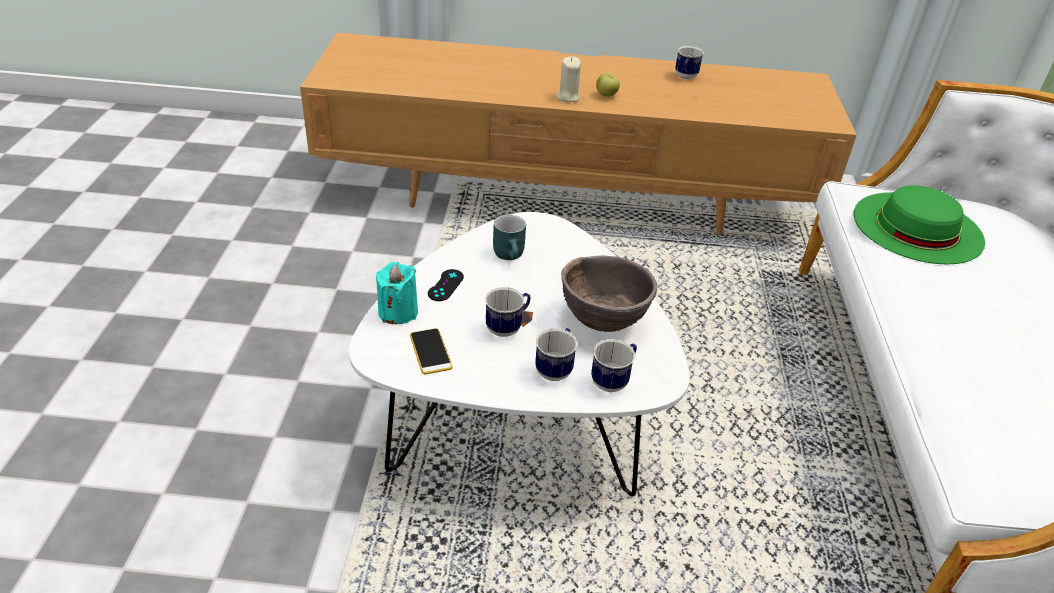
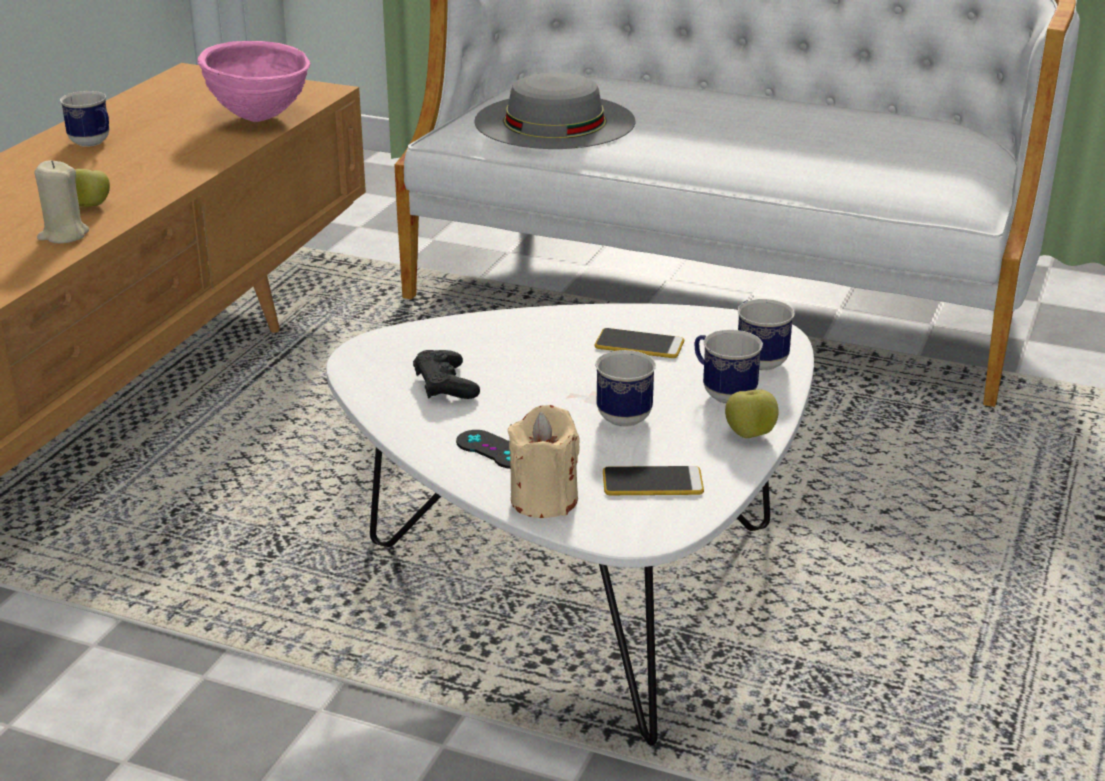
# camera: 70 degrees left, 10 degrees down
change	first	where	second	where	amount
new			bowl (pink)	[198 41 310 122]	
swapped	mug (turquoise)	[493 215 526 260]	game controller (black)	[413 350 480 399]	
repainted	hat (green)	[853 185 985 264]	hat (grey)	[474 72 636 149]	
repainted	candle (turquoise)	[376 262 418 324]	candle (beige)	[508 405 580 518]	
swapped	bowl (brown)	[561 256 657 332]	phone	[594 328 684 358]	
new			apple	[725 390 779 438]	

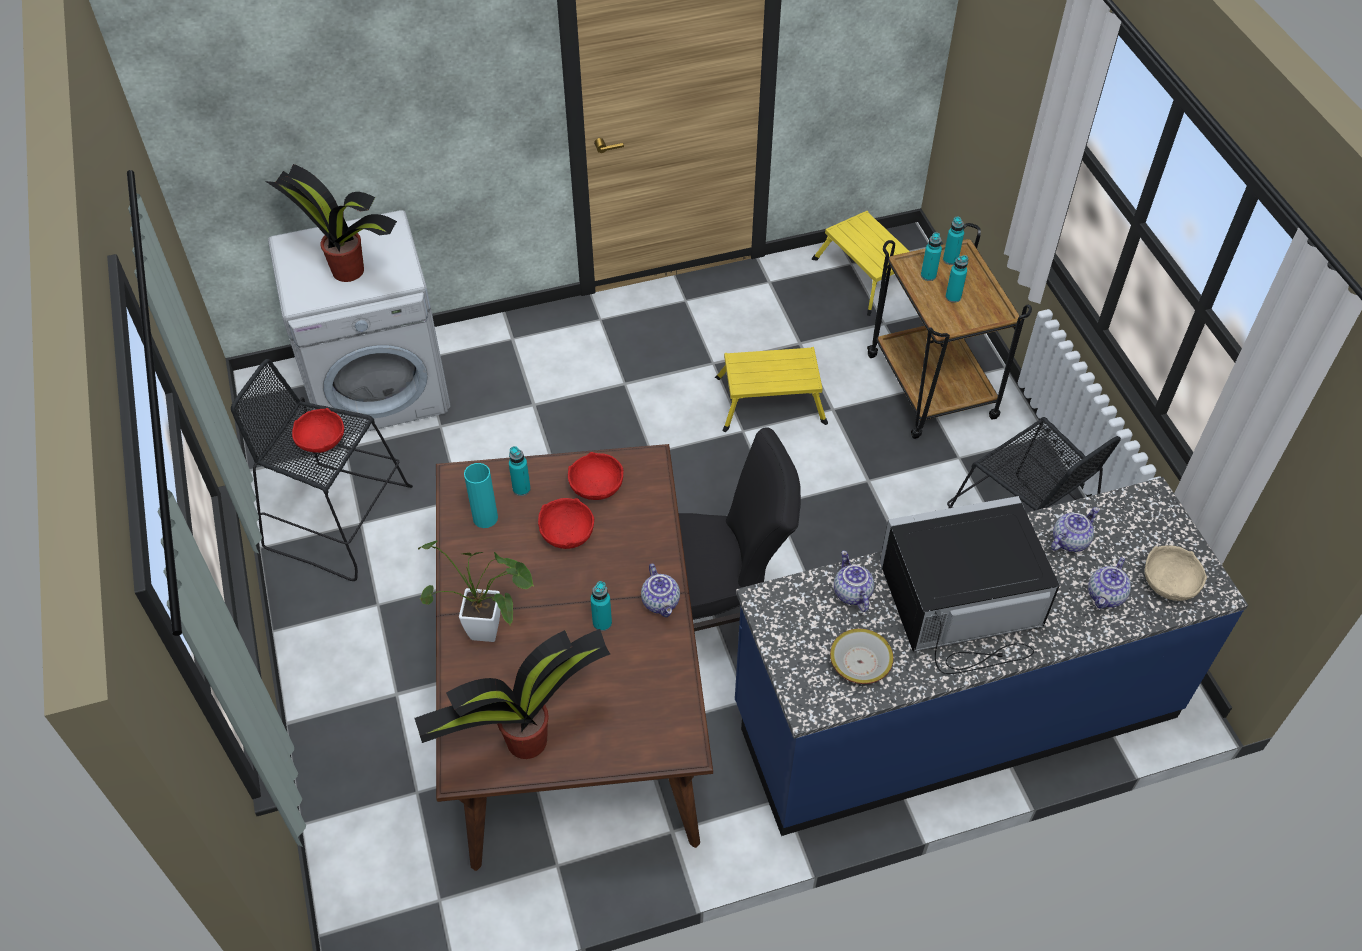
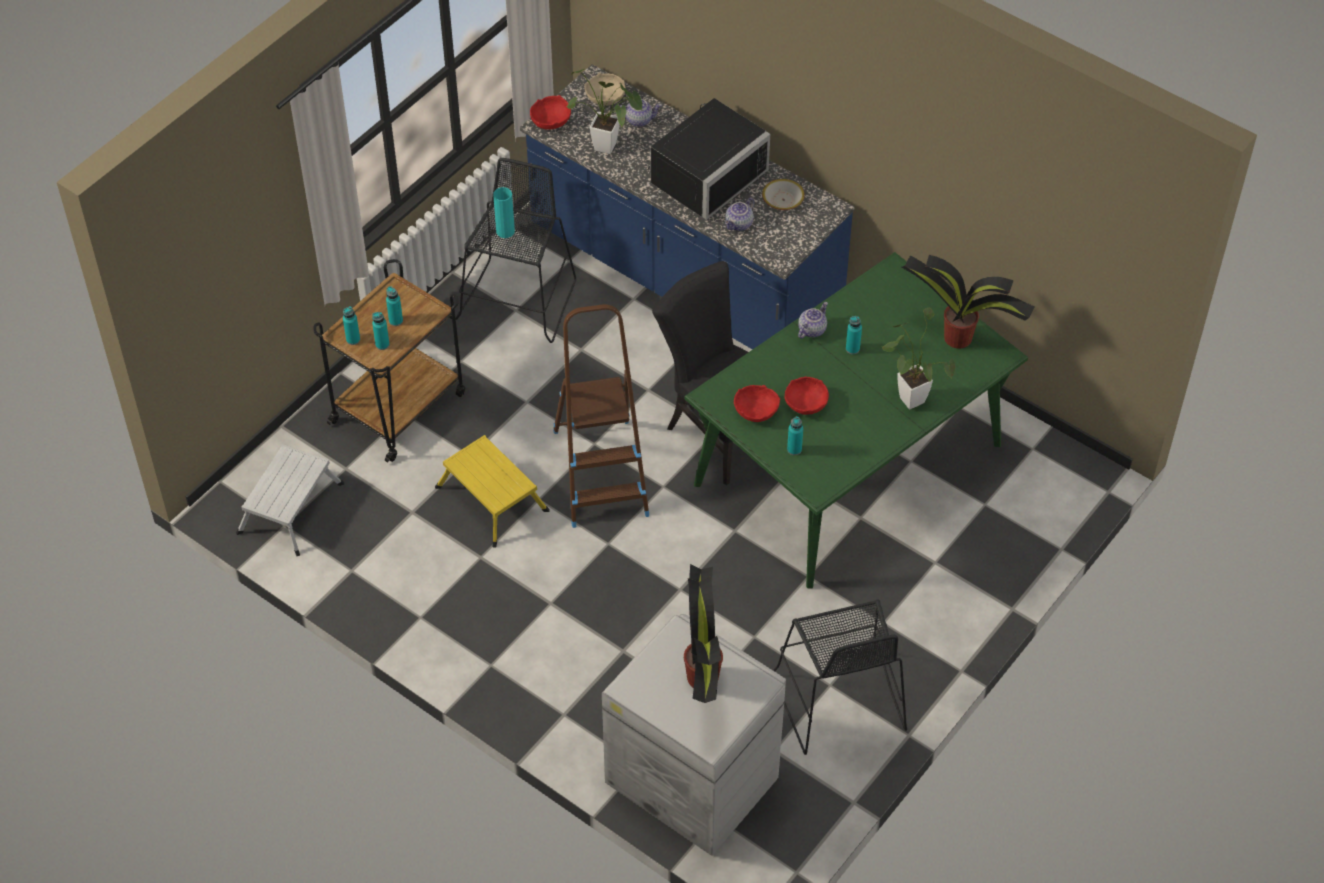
# camera: 125 degrees left, 0 degrees up
change	first	where	second	where	amount
repainted	step ladder (yellow)	[812 211 910 316]	step ladder (white)	[236 444 344 556]	
shifted	vase (turquoise)	[464 463 498 528]		[493 187 515 238]	
shifted	bowl (red)	[292 408 344 453]		[530 95 571 130]	
new			step ladder (brown)	[553 304 649 528]	
swapped	teapot	[1051 507 1099 552]	potted plant	[567 69 643 154]	
rotated	microwave (black)	[880 496 1060 674]		[648 98 770 220]	90 degrees counterclockwise
repainted	dining table (brown)	[436 444 713 871]	dining table (green)	[685 252 1028 589]	

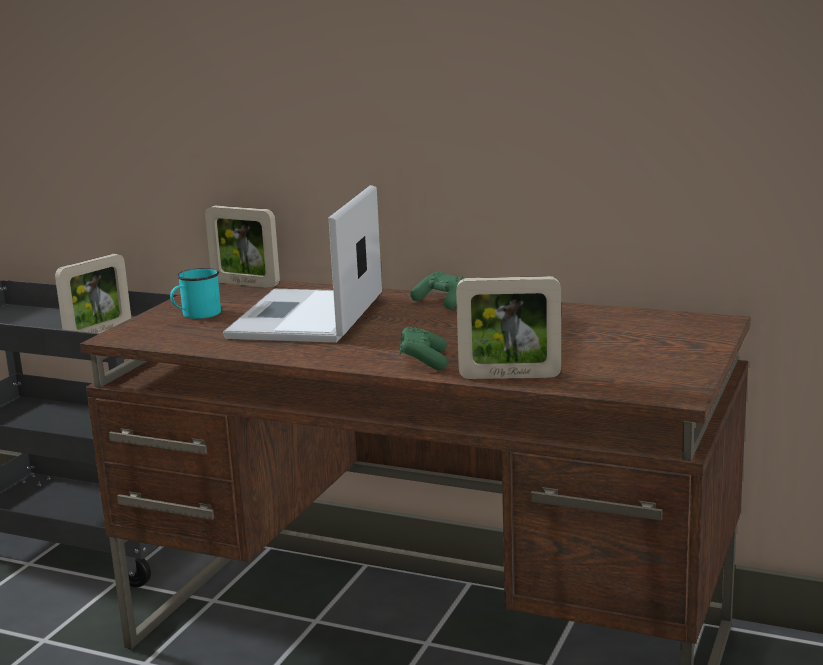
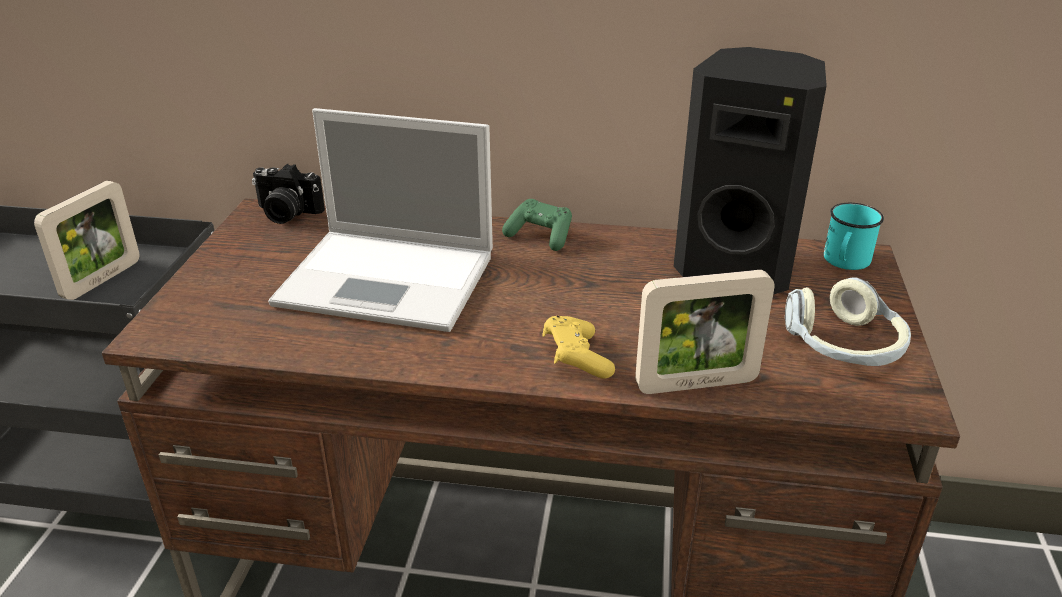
# camera: 15 degrees left, 15 degrees up
change	first	where	second	where	amount
swapped	picture frame	[205 206 280 288]	photo camera	[252 164 325 224]	
rotated	laptop	[223 185 382 343]		[268 108 493 332]	75 degrees counterclockwise
repainted	game controller (green)	[399 327 448 370]	game controller (yellow)	[542 316 615 379]	
new			speaker (black)	[674 47 827 295]	
new			headphones	[785 278 911 366]	
shifted	mug (turquoise)	[170 268 221 319]		[824 203 884 270]	

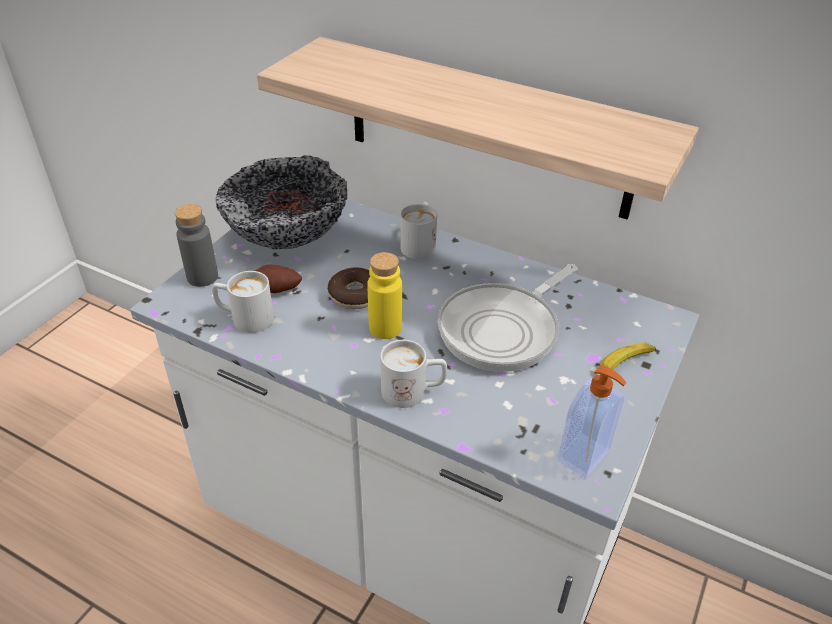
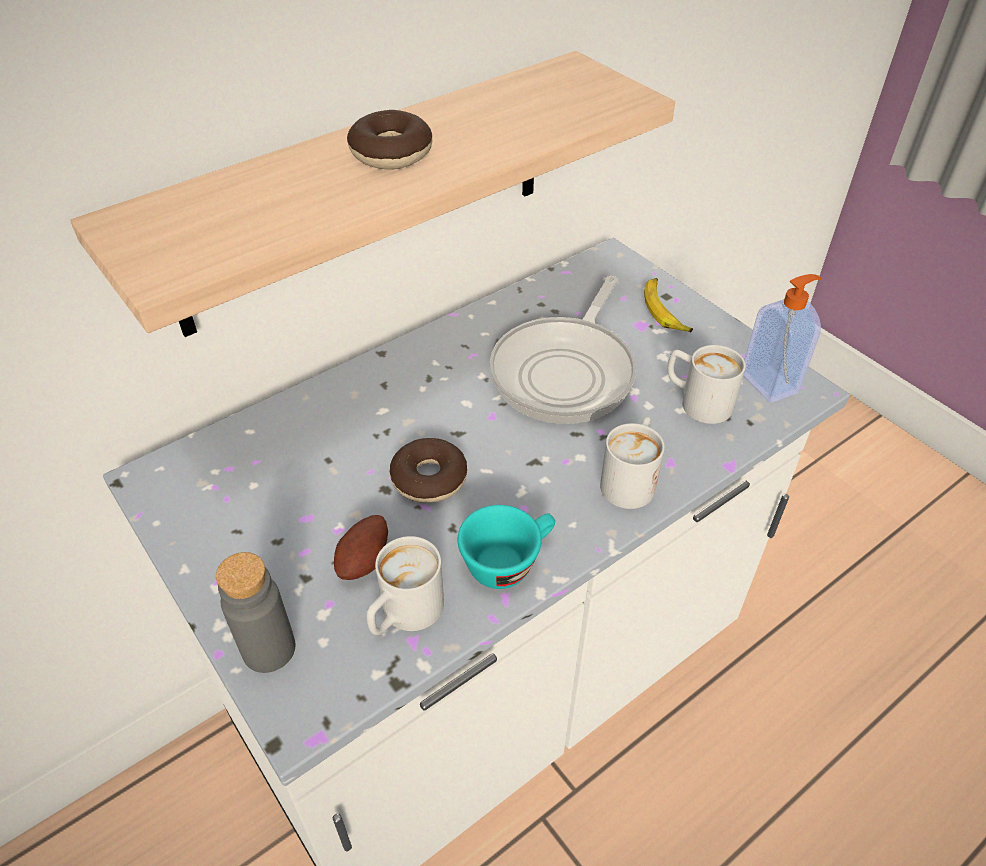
# camera: 65 degrees left, 5 degrees up
change	first	where	second	where	amount
new			donut	[347 110 432 170]	
new			cup (turquoise)	[457 505 555 589]	
rotated	frying pan	[438 264 578 372]		[490 276 636 424]	45 degrees clockwise
shifted	mug (white)	[400 202 437 259]		[668 345 746 424]	
gone	bowl	[216 155 347 249]			
gone	bottle (yellow)	[368 252 402 339]			

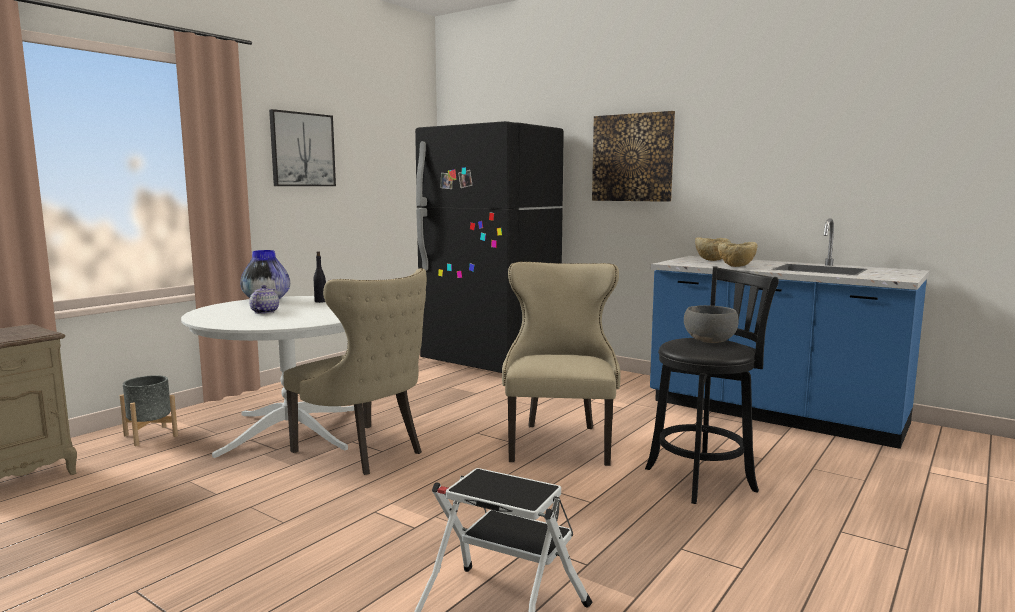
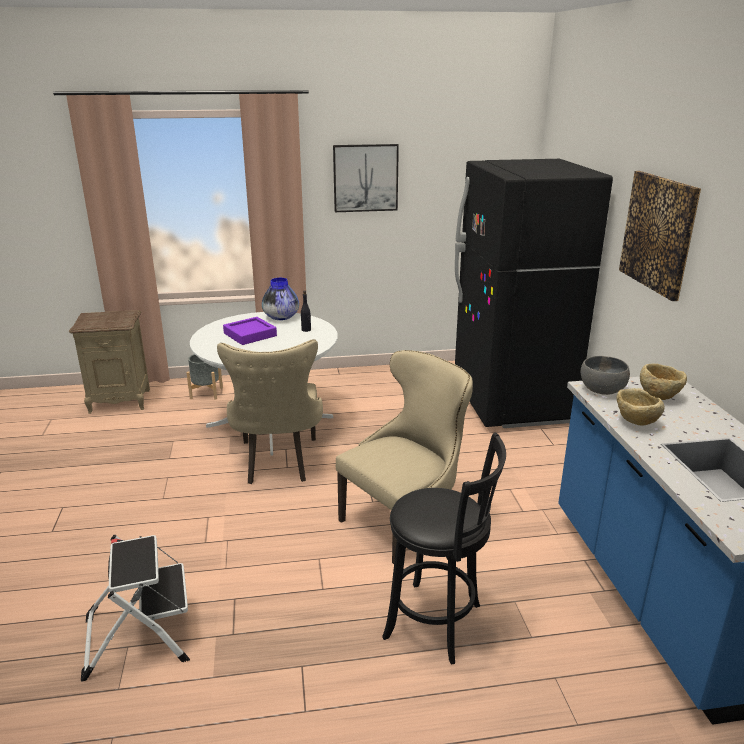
# camera: 45 degrees right, 15 degrees up
change	first	where	second	where	amount
swapped	teapot	[249 285 279 314]	tray (purple)	[223 317 277 345]	
shifted	bowl (grey)	[684 305 739 343]		[581 356 630 395]	

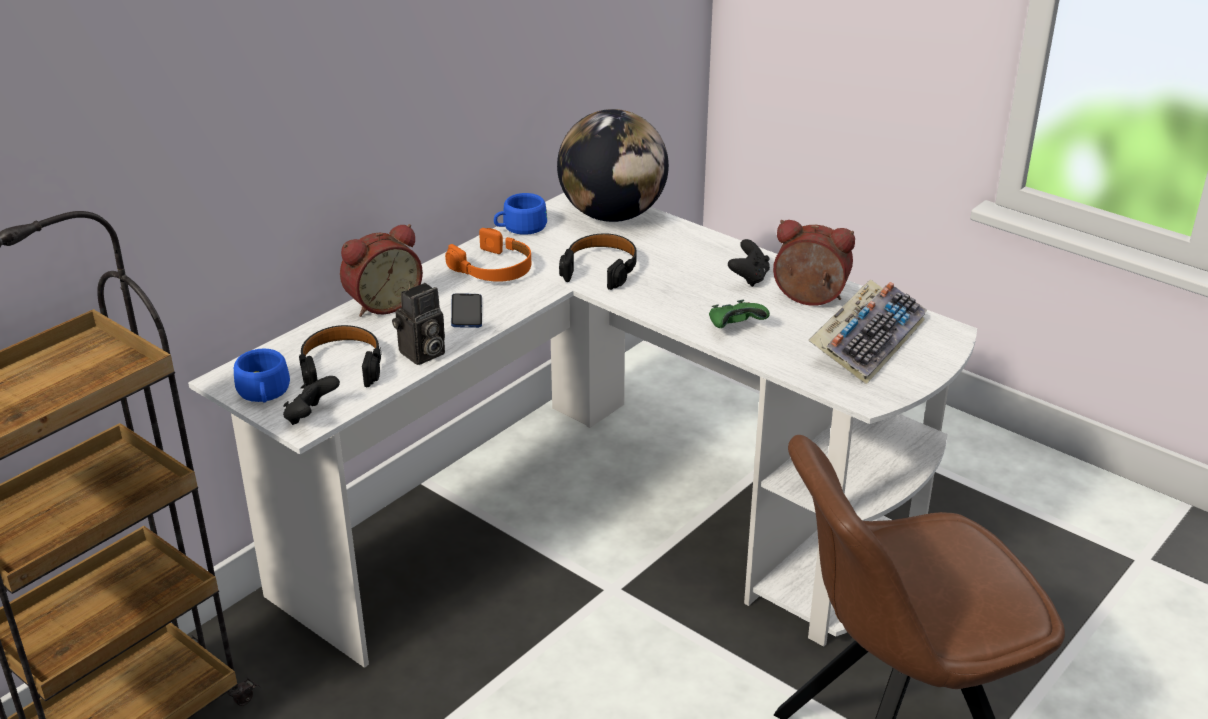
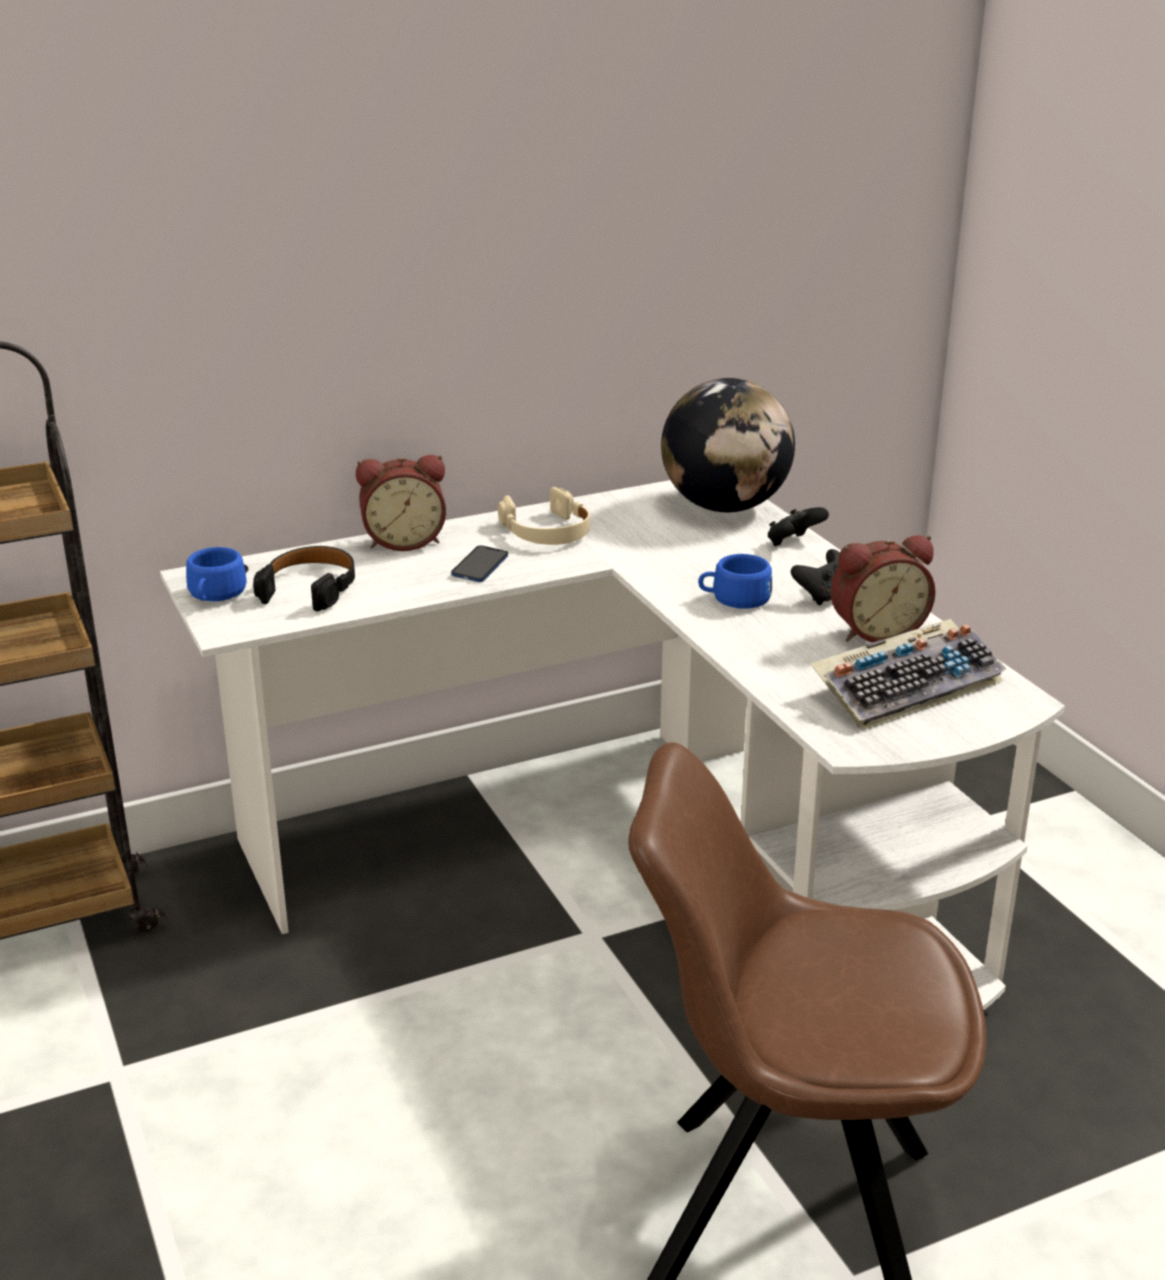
# camera: 25 degrees right, 5 degrees down
change	first	where	second	where	amount
repainted	headphones (orange)	[445 228 531 282]	headphones (beige)	[498 487 590 545]	
shifted	cup (blue)	[494 193 547 235]		[698 554 772 609]	
shifted	game controller (black)	[283 376 340 425]		[768 507 829 546]	
rotated	alarm clock	[773 220 855 306]		[830 535 935 642]	120 degrees clockwise
gone	photo camera	[392 283 445 365]			
gone	headphones (black)	[559 233 637 290]			
gone	game controller (green)	[709 300 770 328]			

